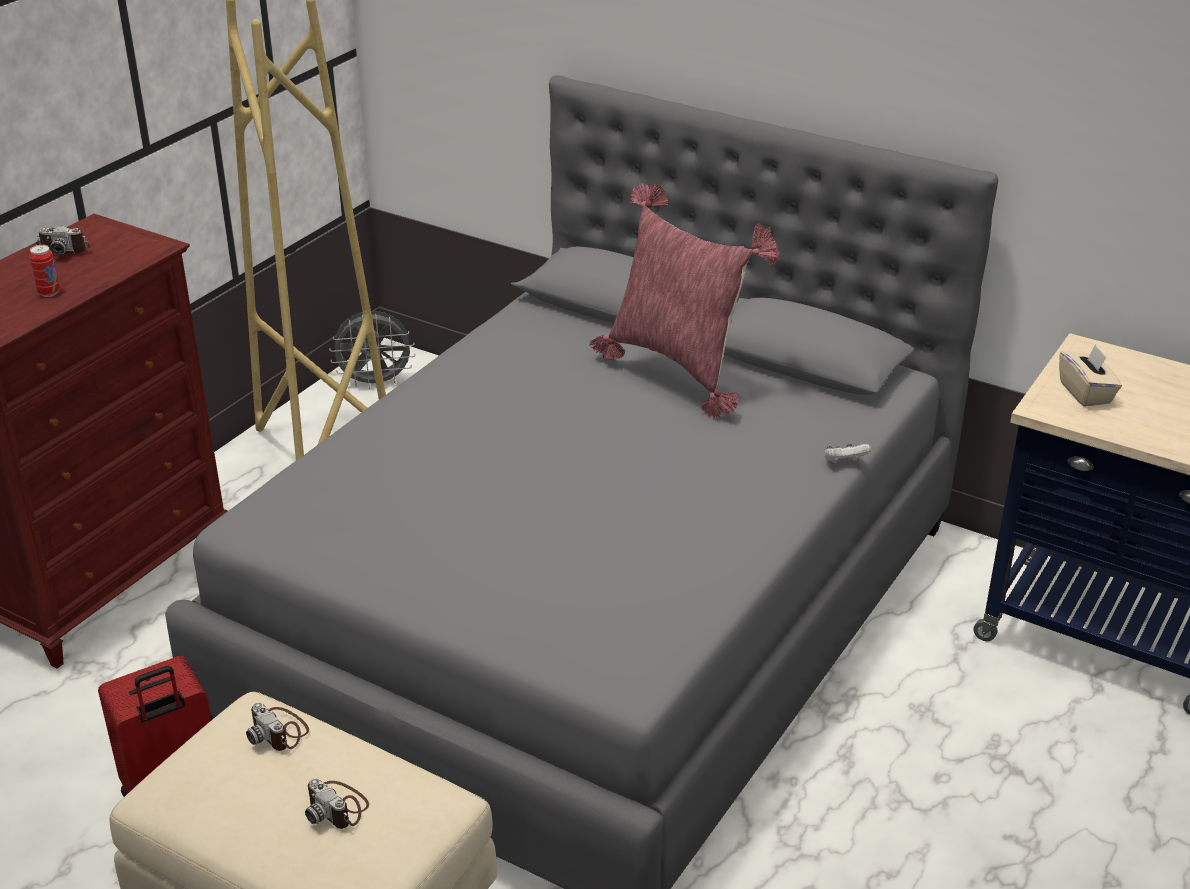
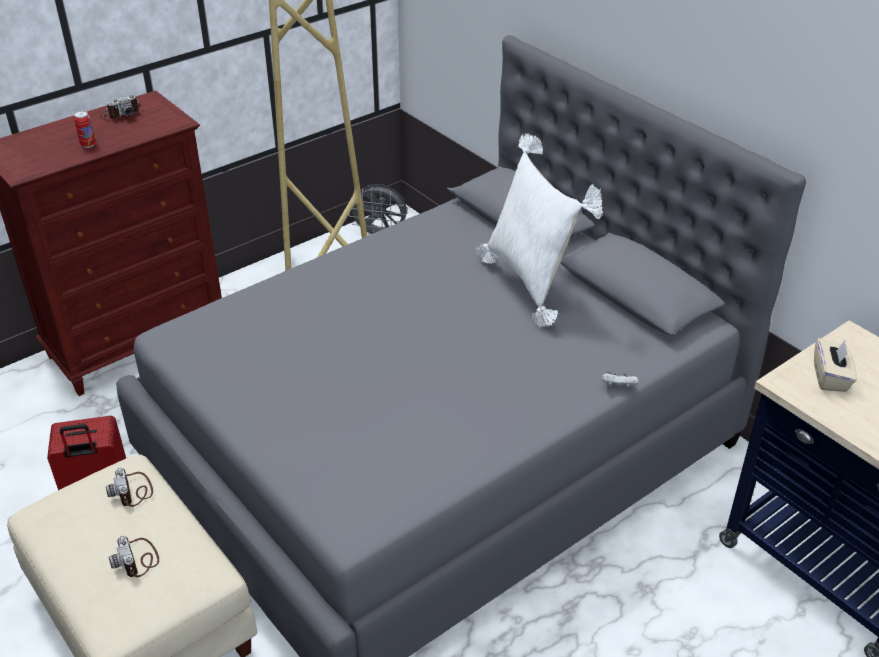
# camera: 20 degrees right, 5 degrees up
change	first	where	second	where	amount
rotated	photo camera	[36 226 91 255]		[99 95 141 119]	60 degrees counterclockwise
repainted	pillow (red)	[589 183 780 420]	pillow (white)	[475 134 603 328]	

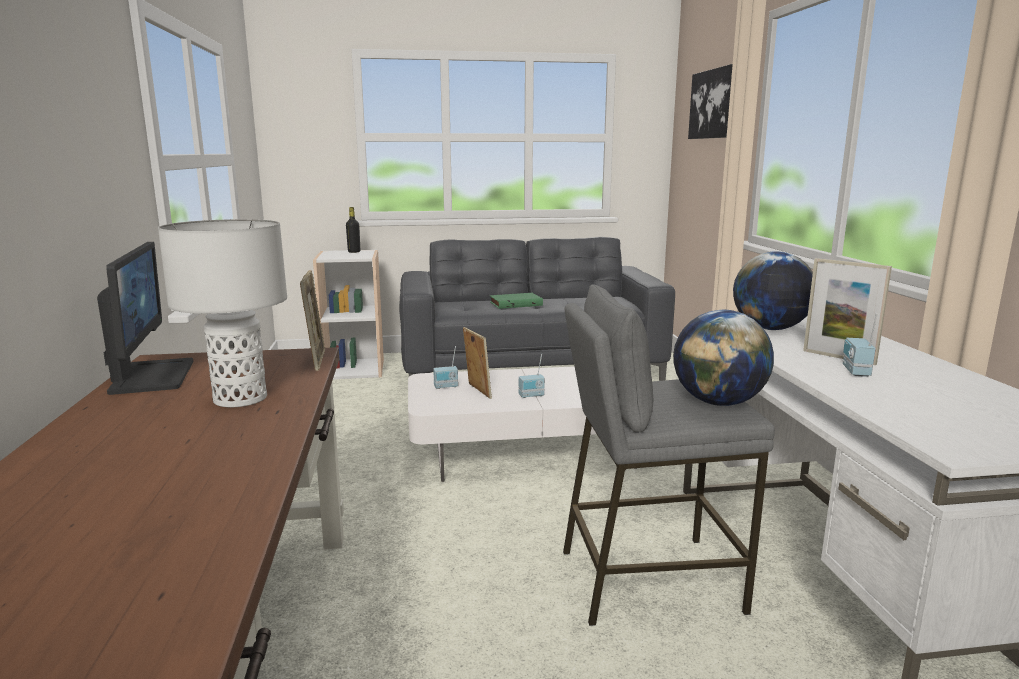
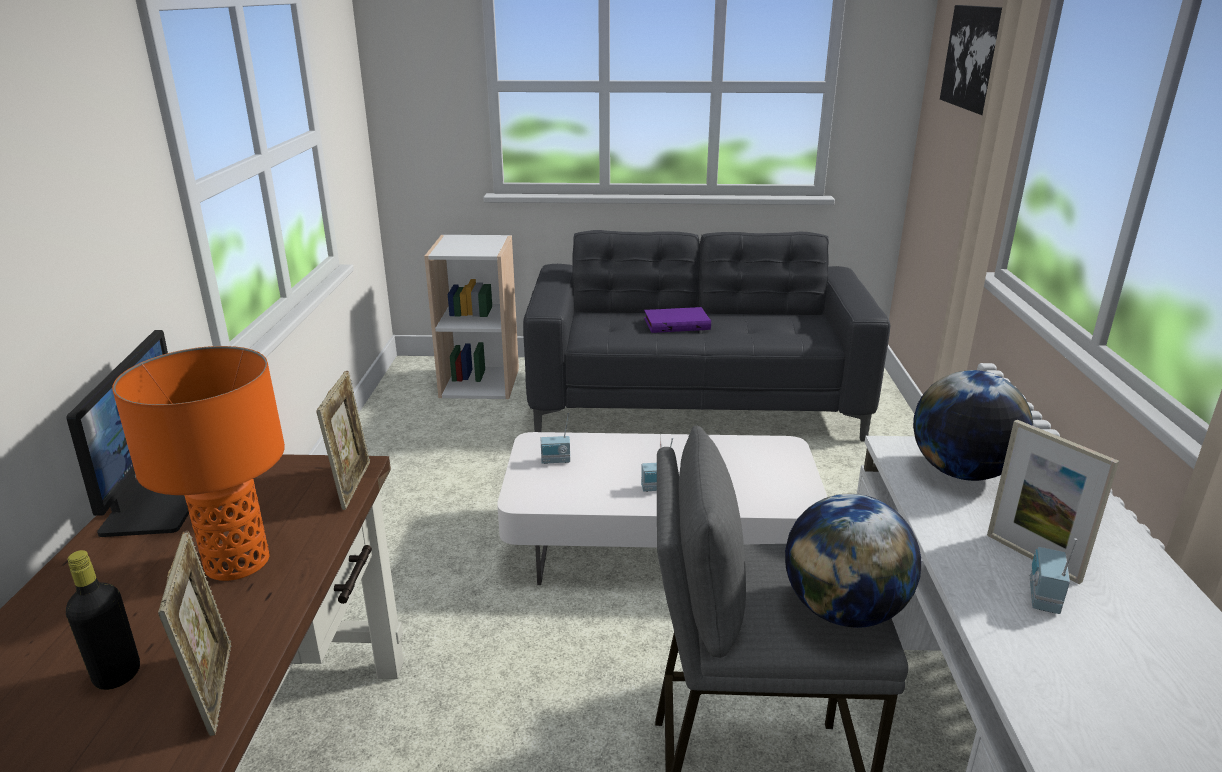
# camera: 10 degrees right, 10 degrees up
change	first	where	second	where	amount
shifted	bottle (black)	[346 207 360 253]		[66 550 140 690]	
repainted	table lamp (white)	[158 219 287 407]	table lamp (orange)	[112 346 285 581]	
shifted	picture frame	[463 327 492 399]		[158 531 232 736]	
repainted	book (green)	[490 293 543 309]	book (purple)	[644 307 711 333]	

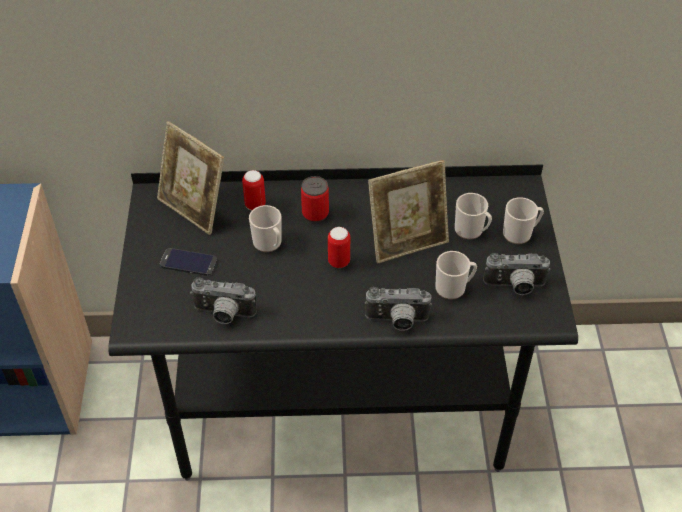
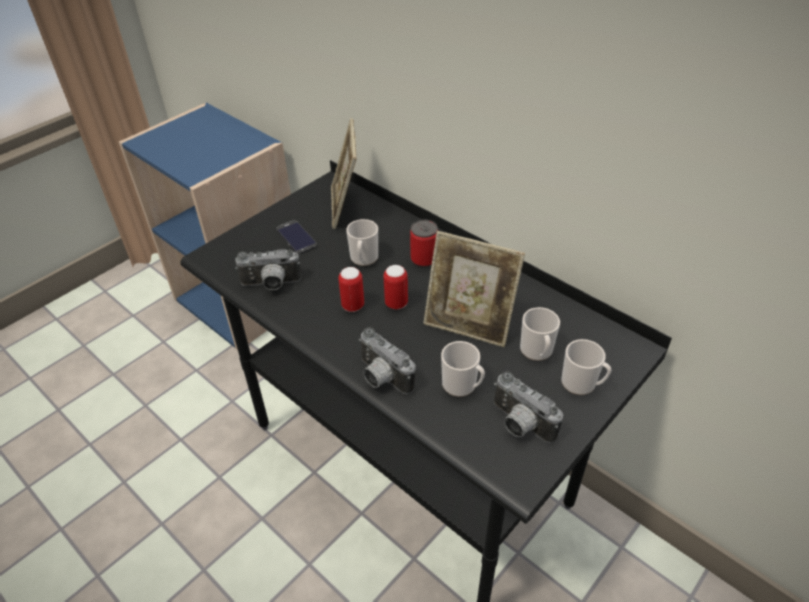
# camera: 45 degrees right, 5 degrees down
change	first	where	second	where	amount
rotated	photo camera	[190 278 257 324]		[235 249 301 290]	60 degrees counterclockwise
shifted	can	[242 170 266 211]		[338 267 364 312]	

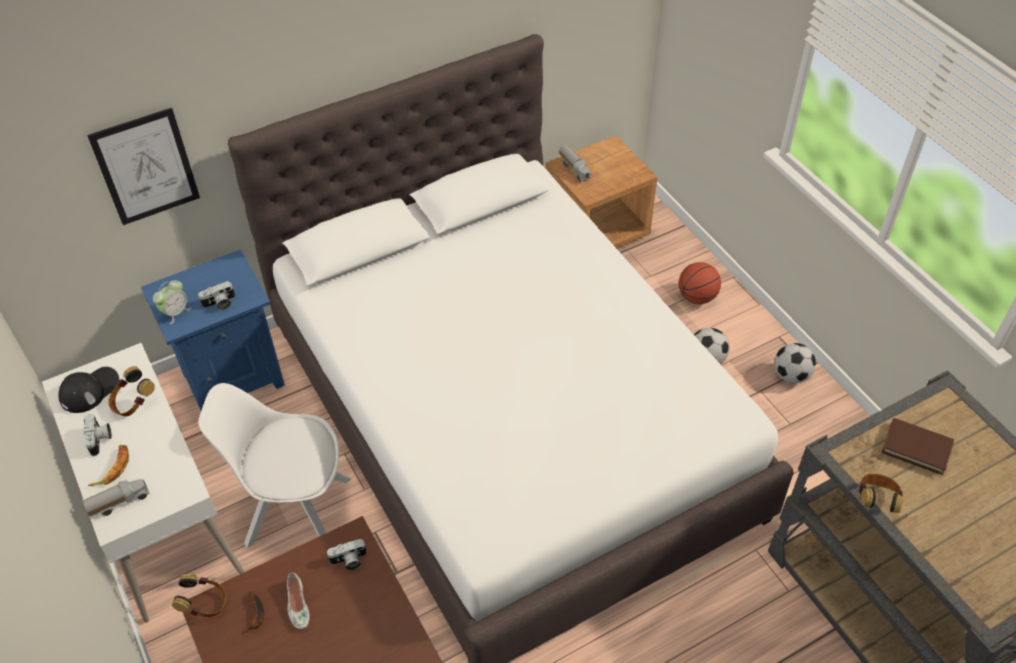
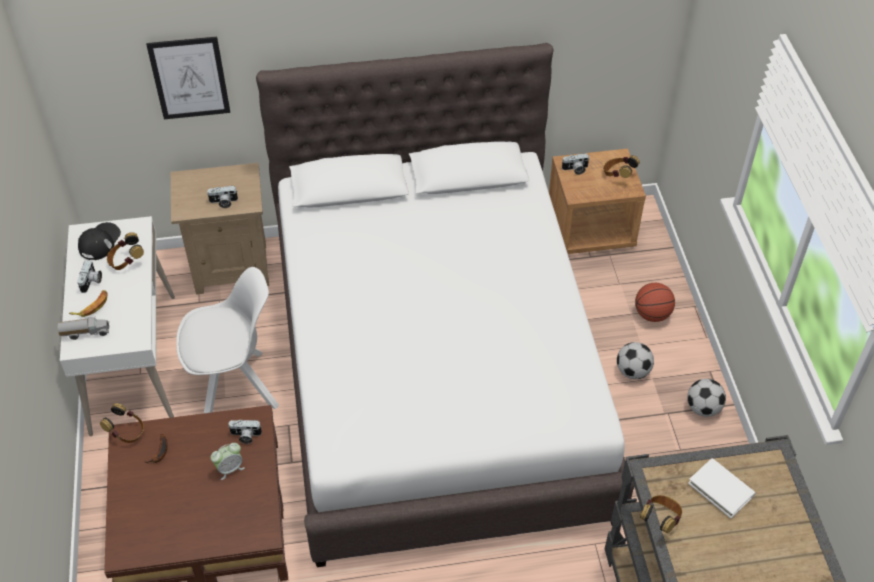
# camera: 20 degrees right, 0 degrees up
change	first	where	second	where	amount
rotated	cap (black)	[58 367 120 413]		[78 222 121 260]	45 degrees counterclockwise
repainted	nightstand (blue)	[141 249 285 411]	nightstand (beige)	[171 163 269 295]	
rotated	chair (white)	[198 383 352 548]		[176 267 279 413]	135 degrees clockwise
shifted	alarm clock	[153 280 191 325]		[211 443 245 480]	
swapped	toy truck	[559 144 593 182]	photo camera	[562 153 589 175]	
new			headphones	[603 155 640 178]	
repainted	book (brown)	[882 418 954 475]	book (white)	[688 458 756 518]	
gone	shoe (white)	[287 573 310 629]			

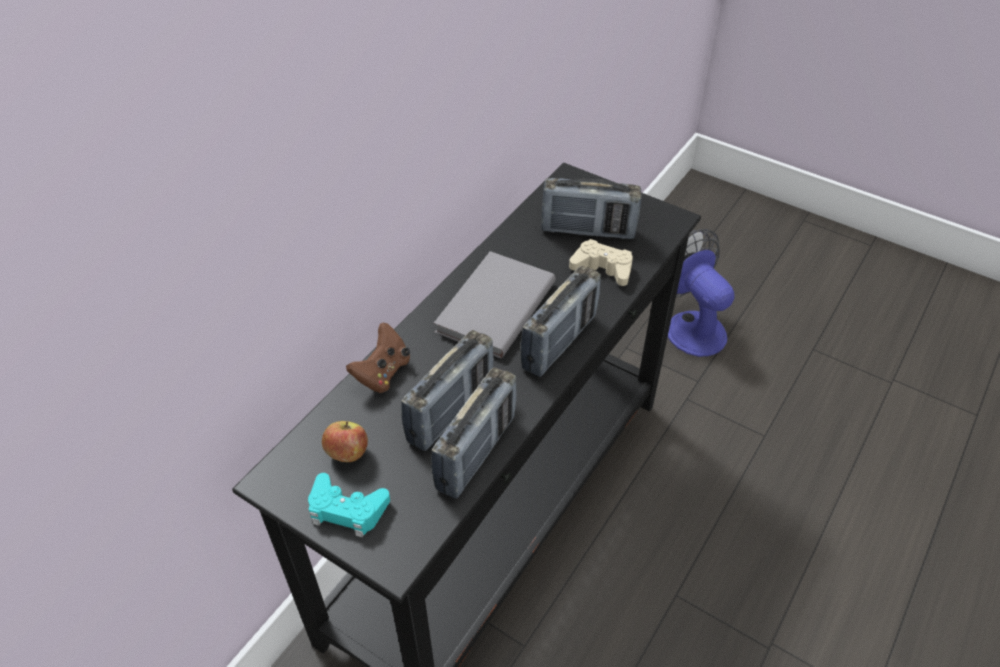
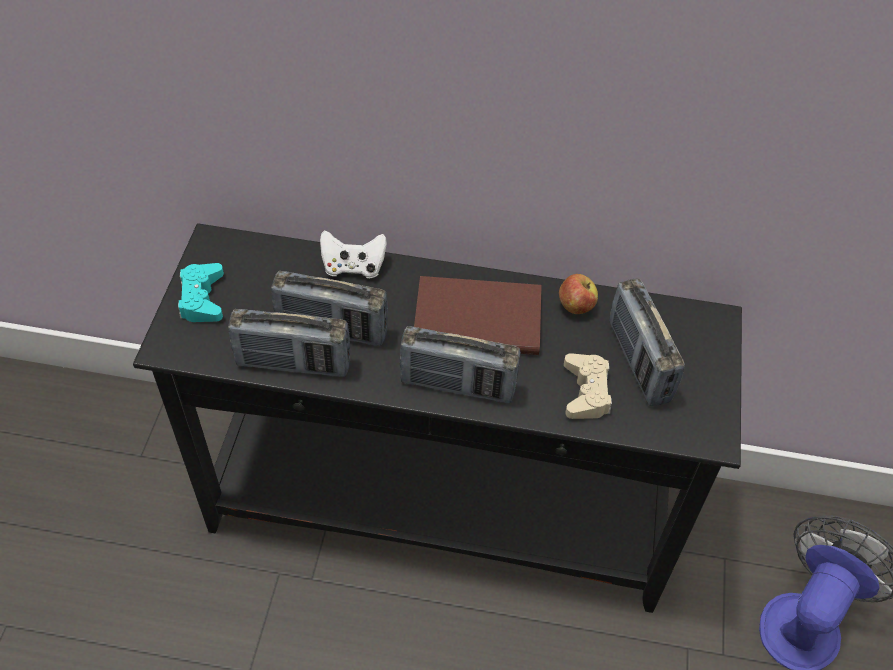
# camera: 65 degrees right, 5 degrees up
change	first	where	second	where	amount
repainted	game controller (brown)	[346 323 410 393]	game controller (white)	[320 230 387 278]	
repainted	book (grey)	[434 251 556 358]	book (brown)	[414 276 541 355]	
shifted	apple	[322 421 368 462]		[559 274 598 314]	

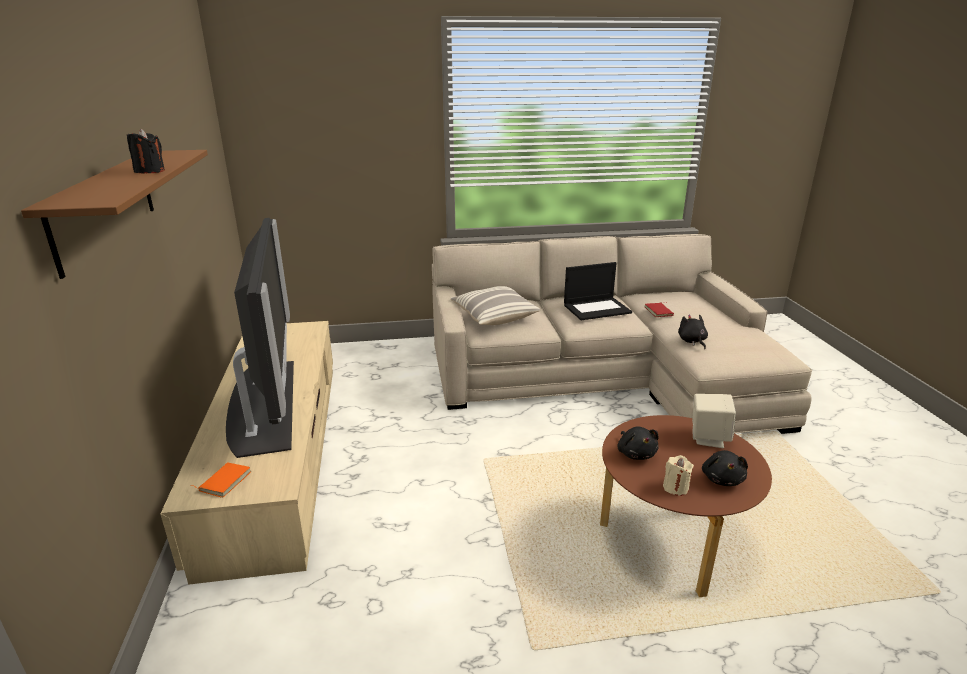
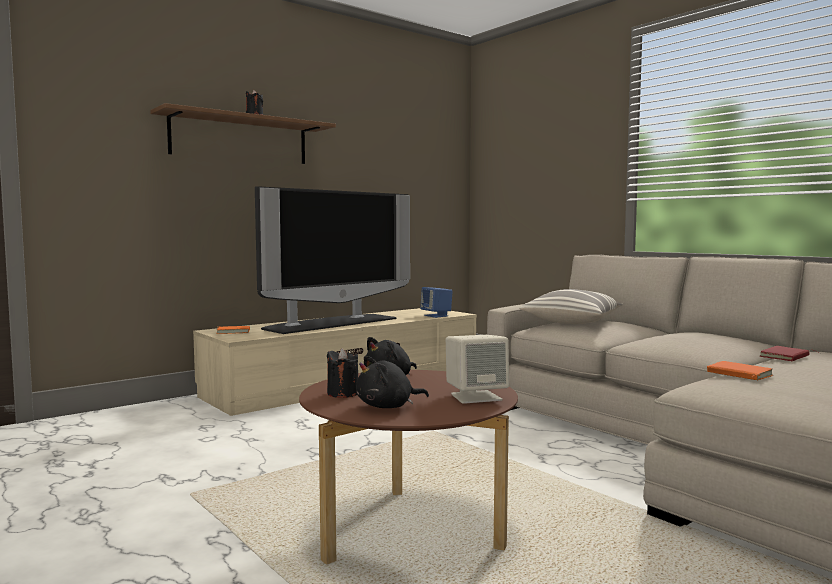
# camera: 60 degrees right, 20 degrees down
change	first	where	second	where	amount
repainted	candle (beige)	[663 455 694 496]	candle (black)	[327 348 358 398]	
new			speaker (blue)	[420 287 453 318]	
swapped	plush toy (black)	[678 314 708 349]	book (orange)	[707 361 773 380]	
gone	laptop	[564 262 632 320]			

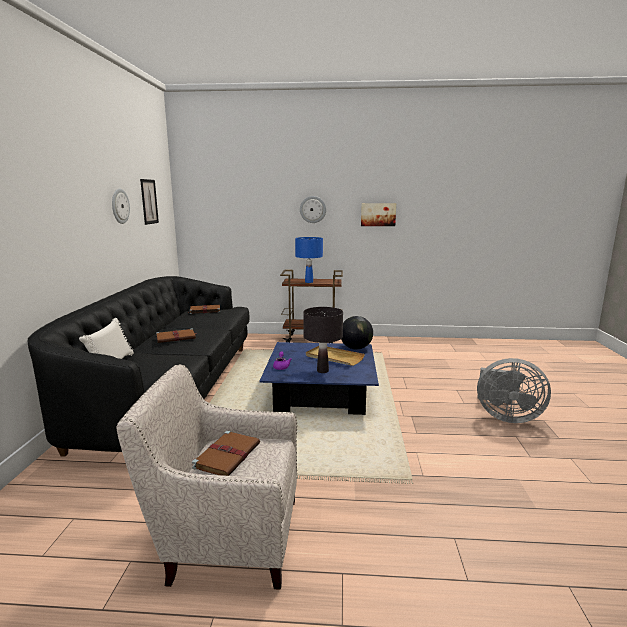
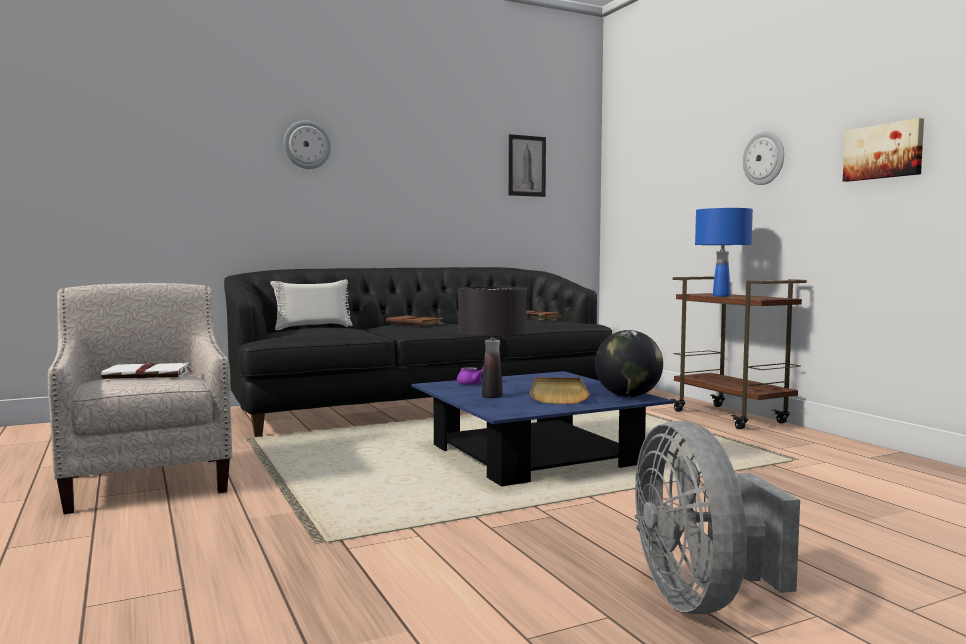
# camera: 60 degrees right, 10 degrees down
change	first	where	second	where	amount
repainted	book (brown)	[192 431 260 476]	book (white)	[101 362 192 379]	
shifted	wall clock	[112 189 130 224]		[283 120 331 169]	

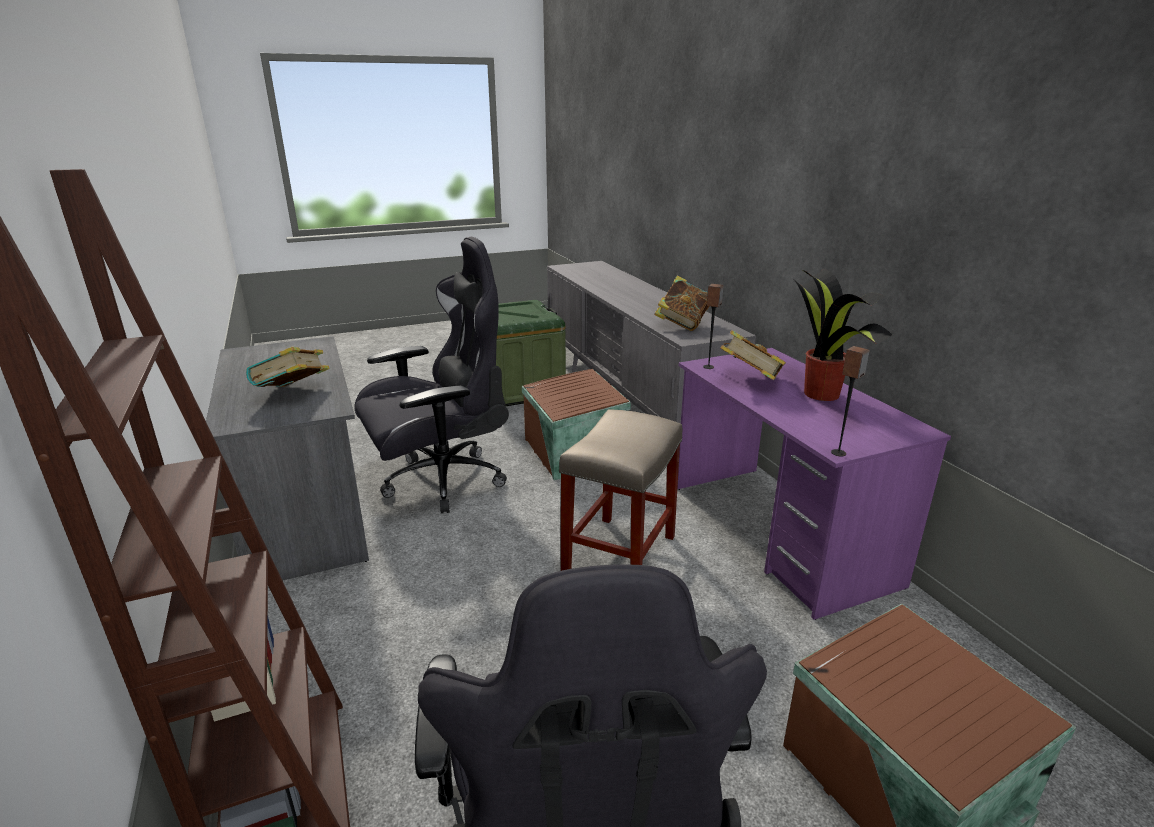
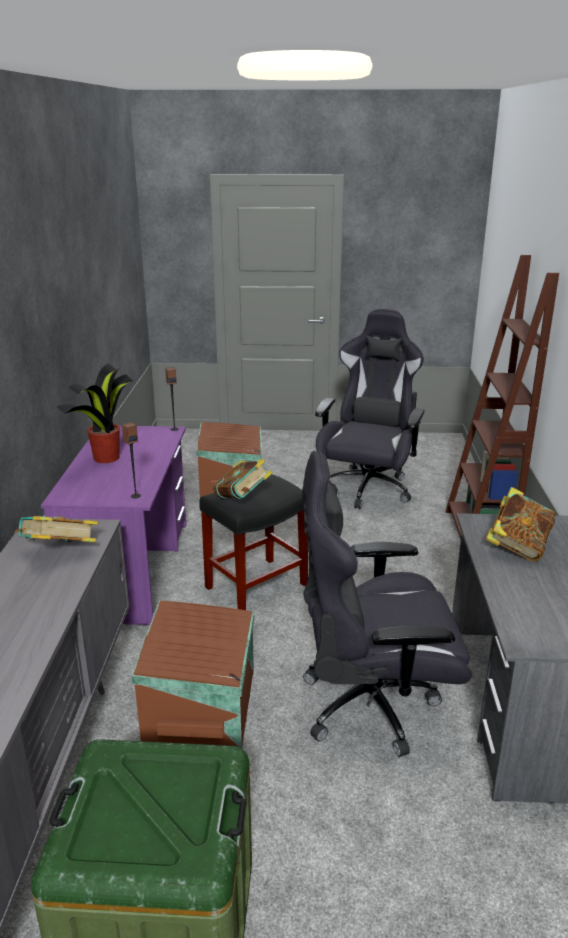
# camera: 155 degrees left, 0 degrees up
change	first	where	second	where	amount
repainted	stool (beige)	[559 409 682 571]	stool (black)	[199 474 308 610]	
shifted	book	[721 330 786 380]		[213 459 273 499]	

